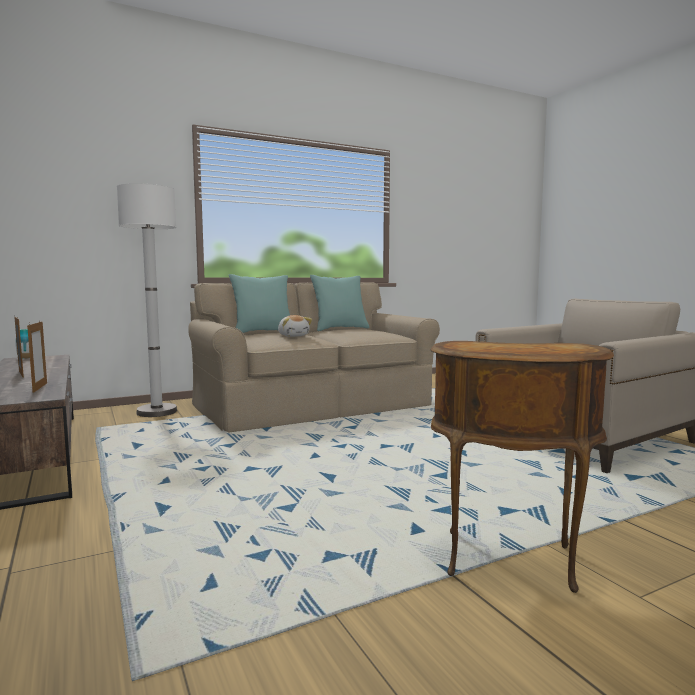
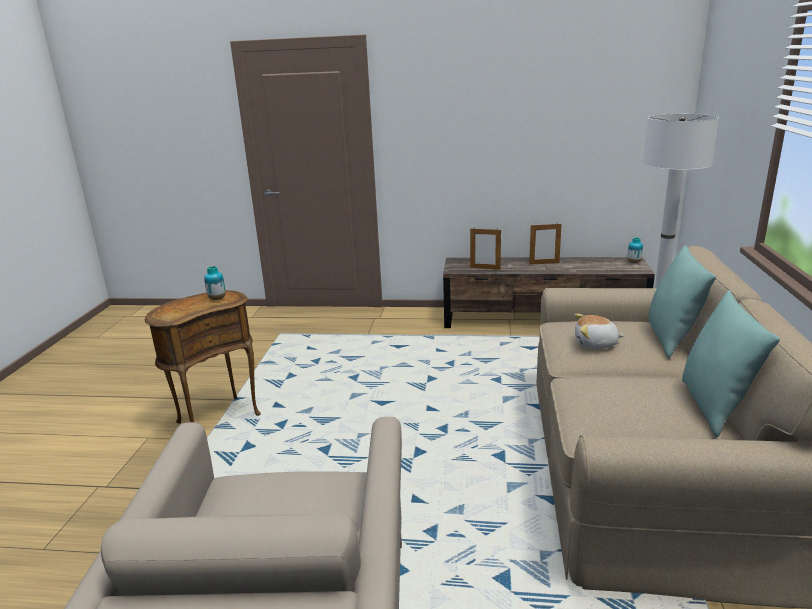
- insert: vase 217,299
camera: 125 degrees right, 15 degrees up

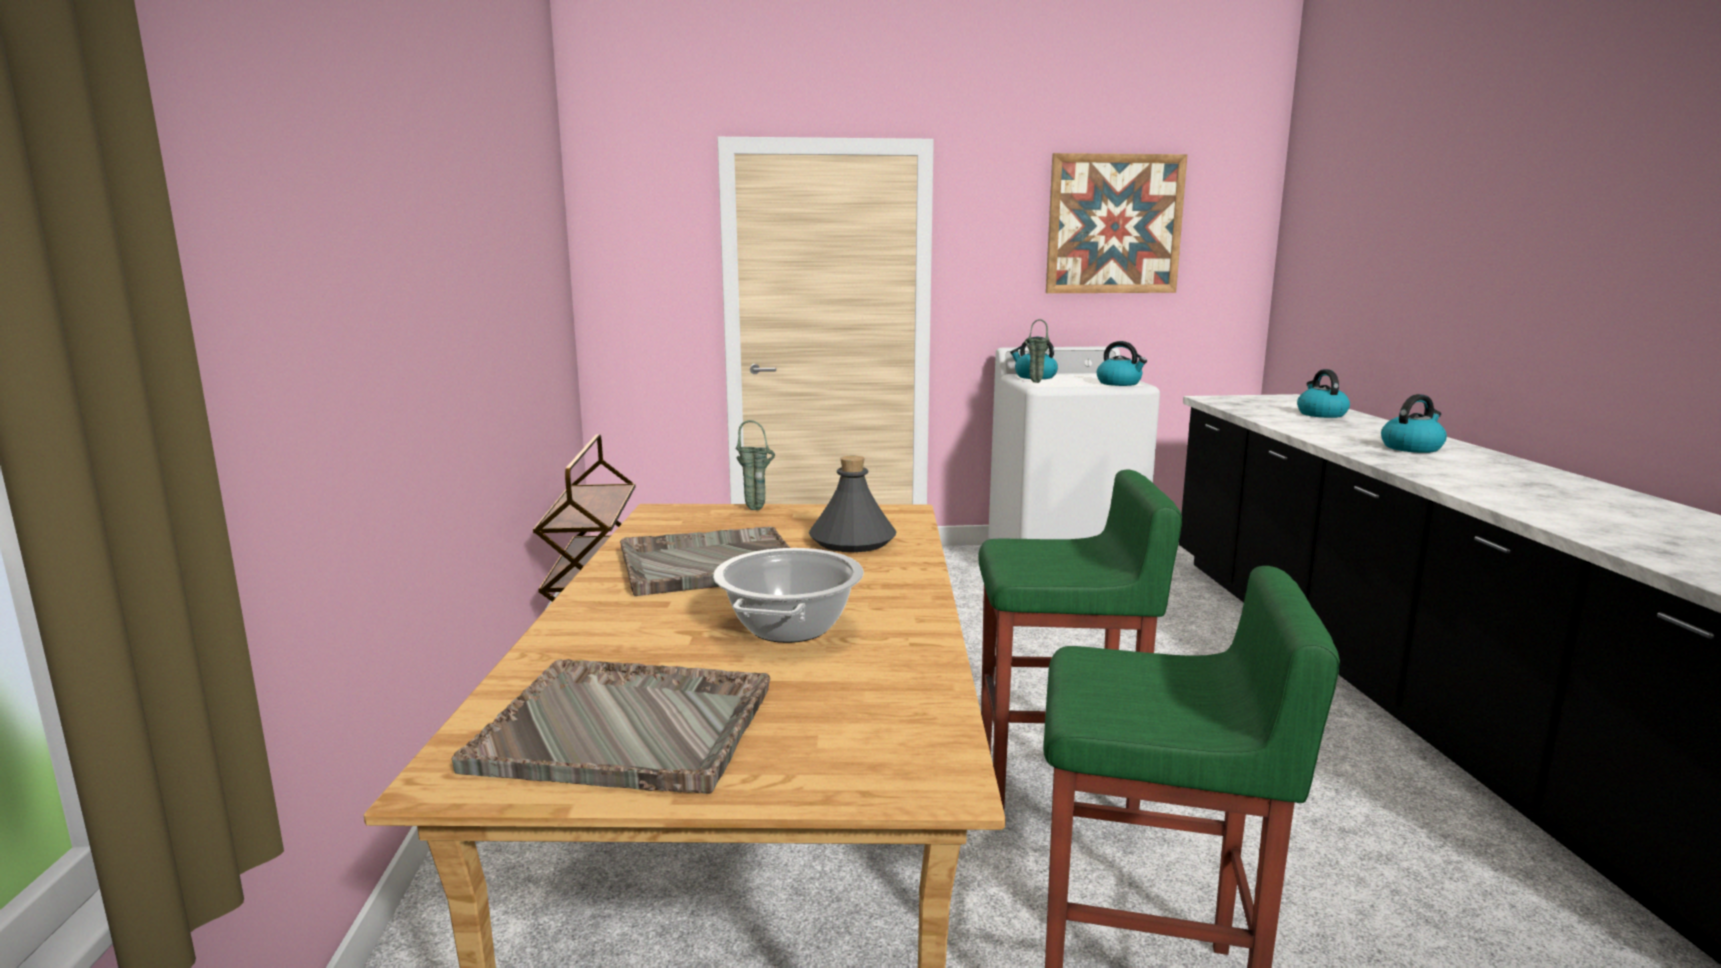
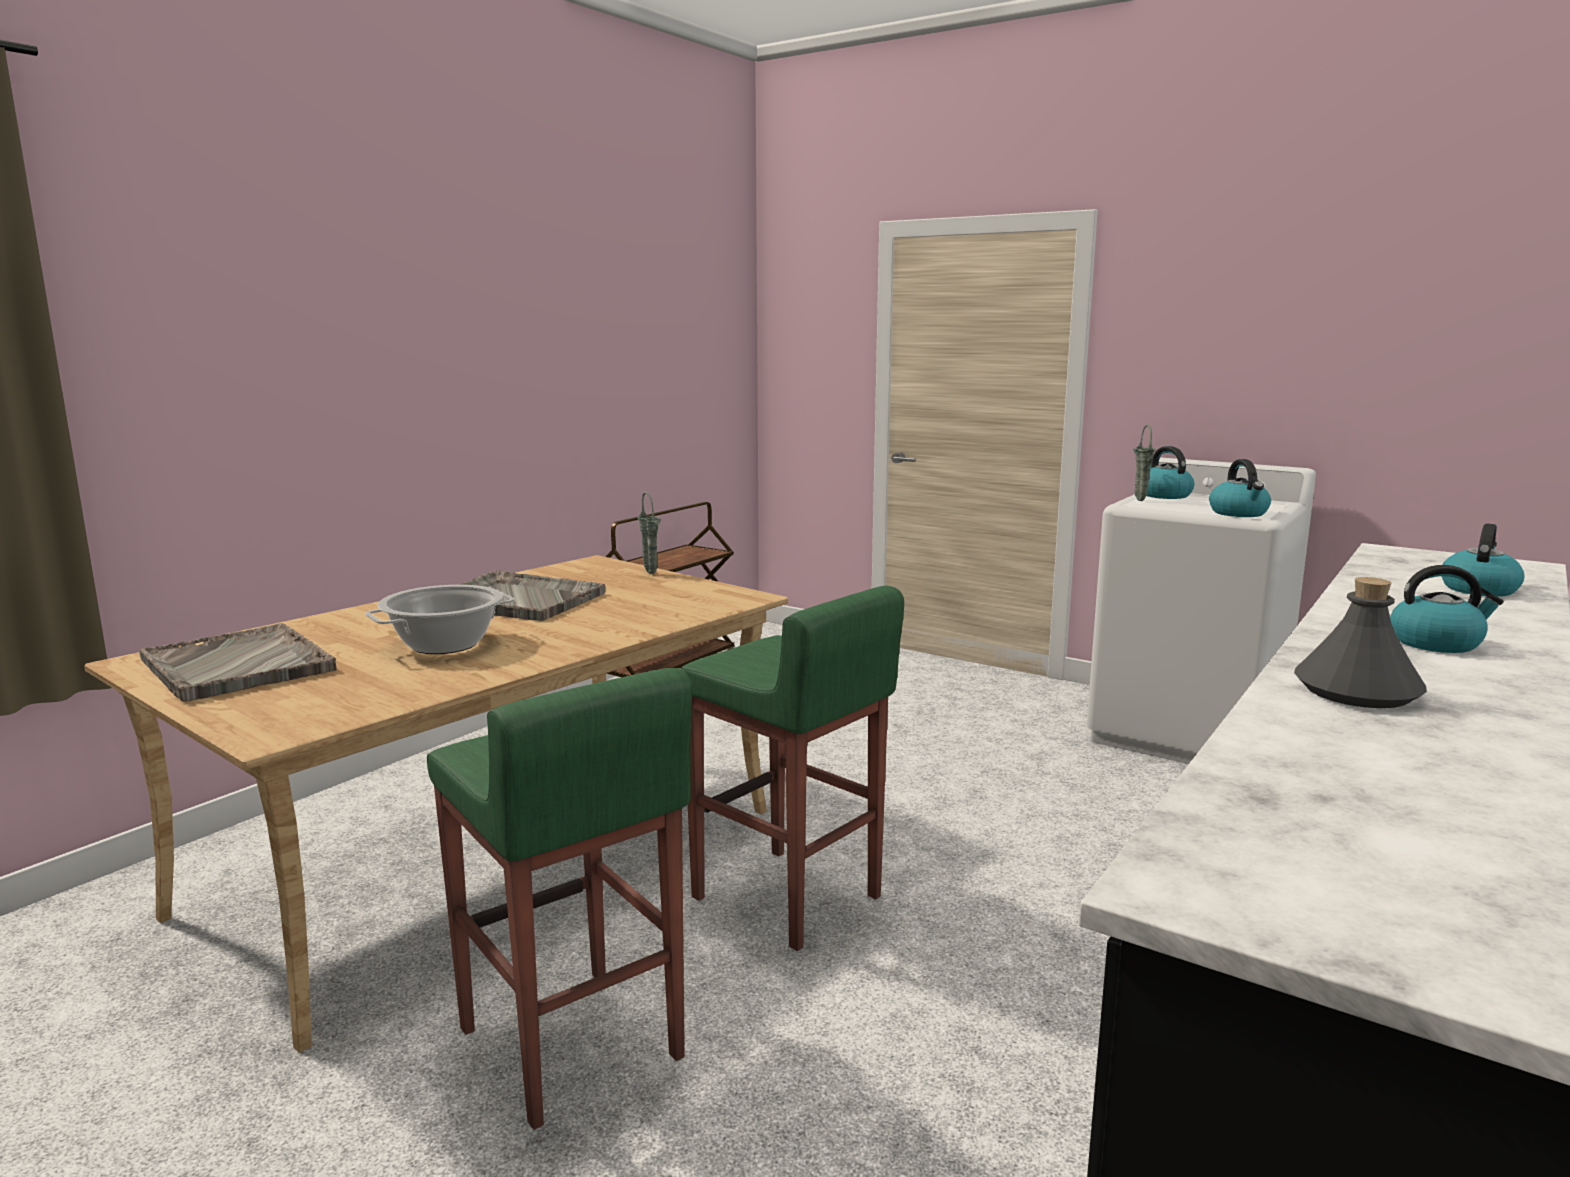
- delete: picture 1114,224
- move: bottle in grey 852,541 to 1357,692
camera: 40 degrees right, 0 degrees up

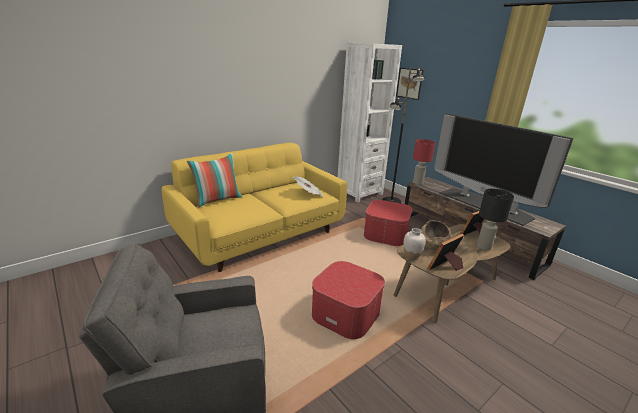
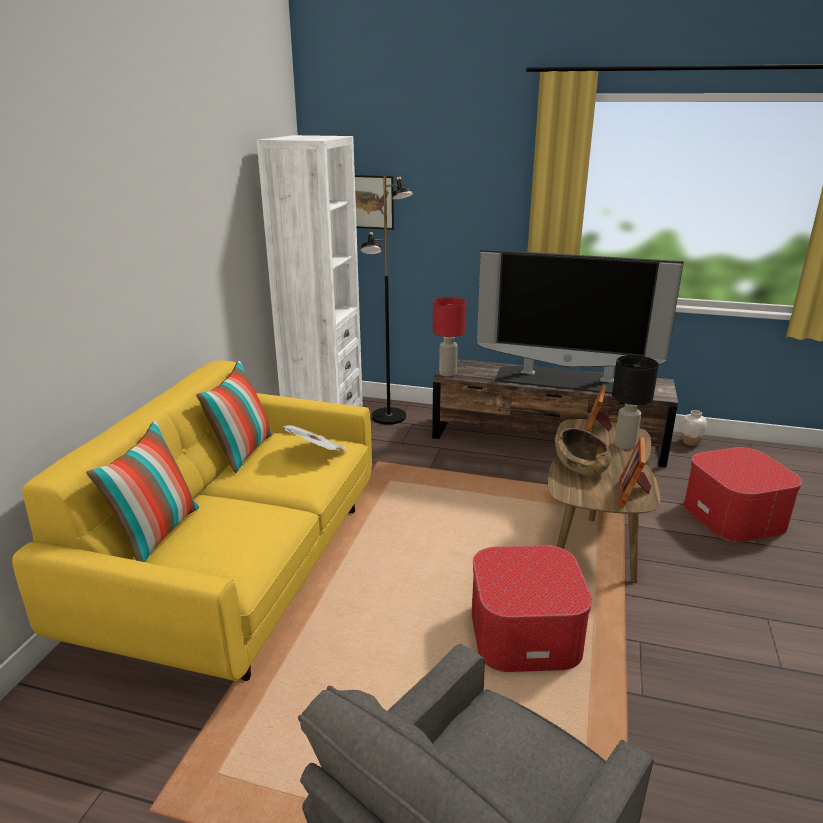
- insert: pillow 242,452
- move: ottoman 386,234 to 734,515
- move: vase in white 411,256 to 690,442
camera: 35 degrees left, 0 degrees up

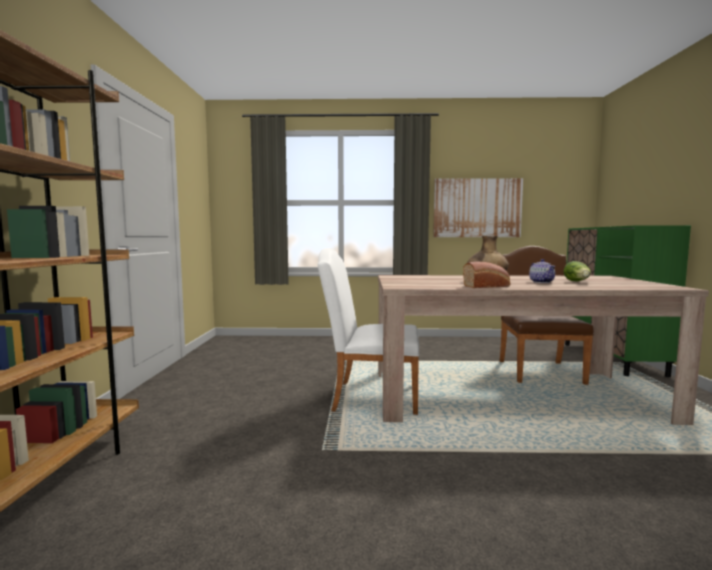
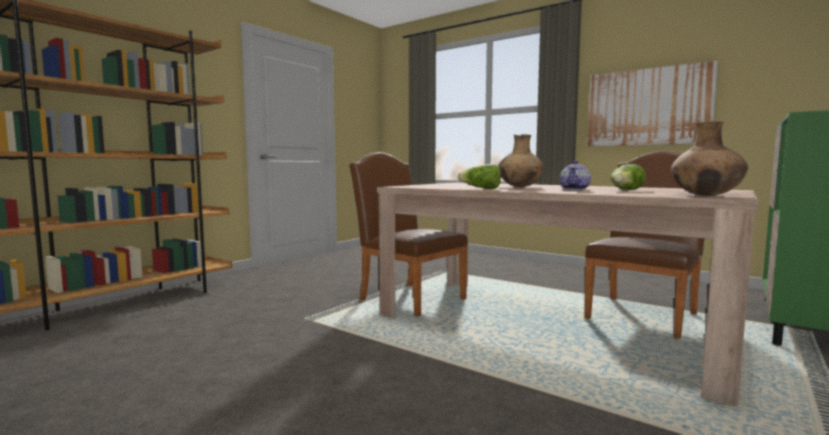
- insert: vase in brown 706,195
- replace: bread 487,286 to lettuce 481,188
- recolor: chair in white 369,397 to chair in brown 407,298
camera: 35 degrees right, 0 degrees up

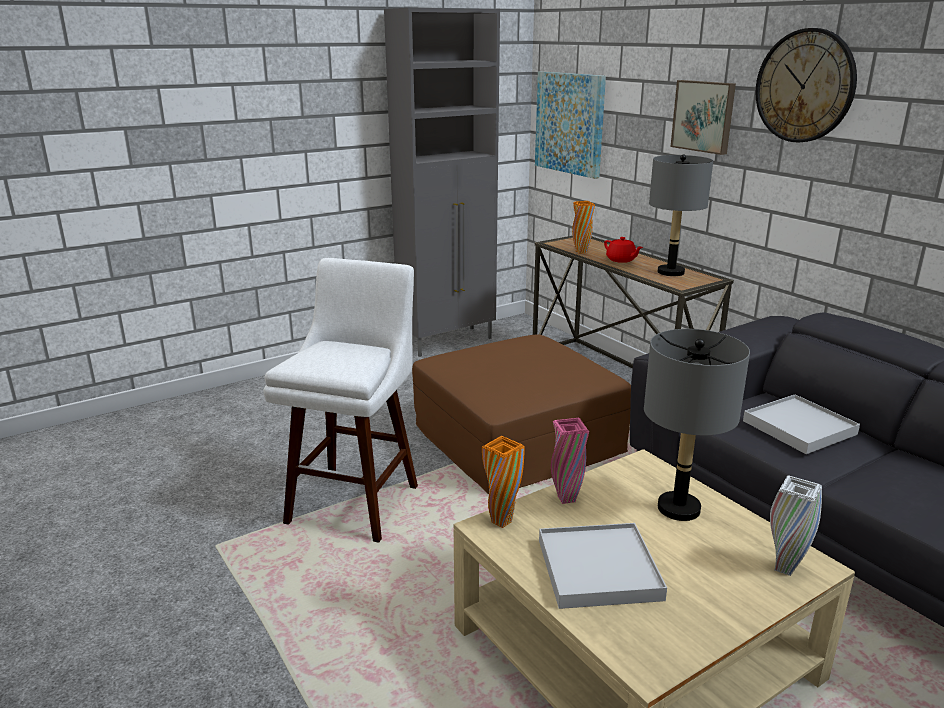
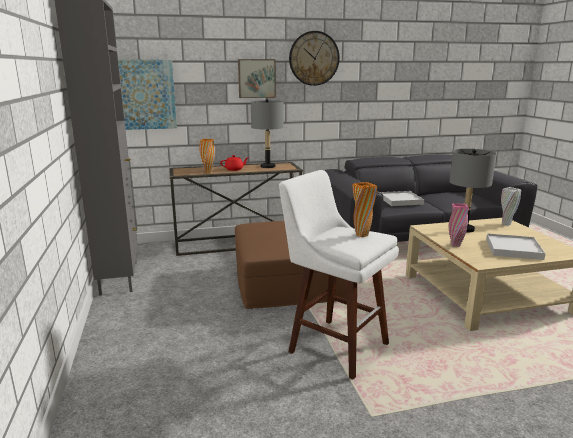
- move: vase in orange 501,522 to 362,235
camera: 70 degrees left, 5 degrees down

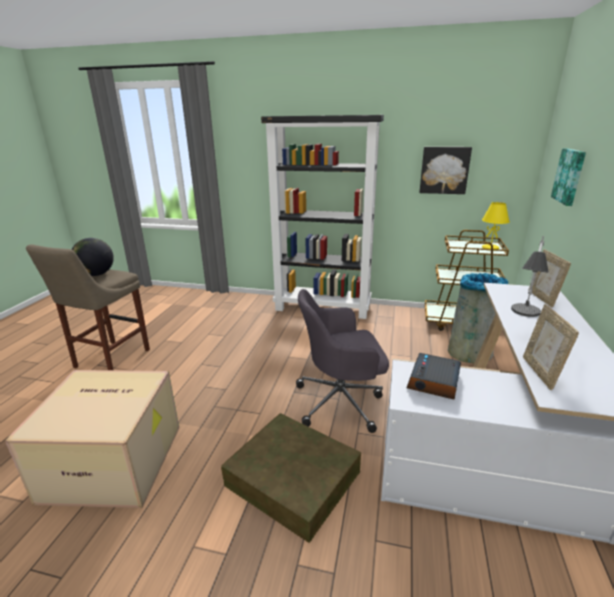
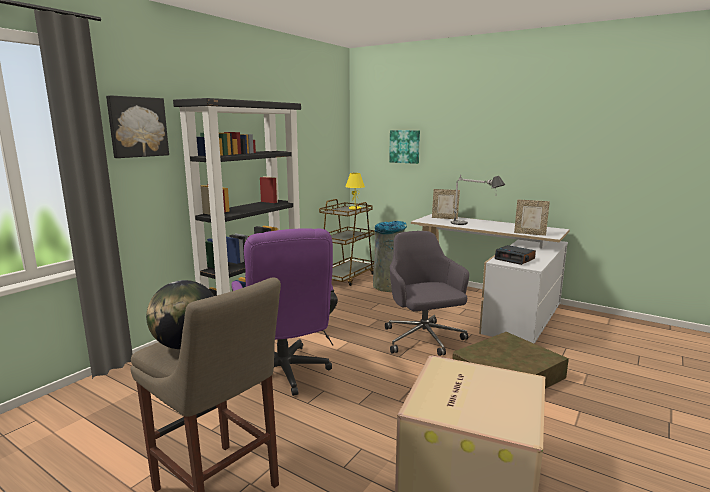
- insert: office chair in purple 285,375
- move: picture 444,170 to 137,127
- rotate: office chair in grey 341,401 = 423,339 150 degrees clockwise
camera: 70 degrees left, 10 degrees down

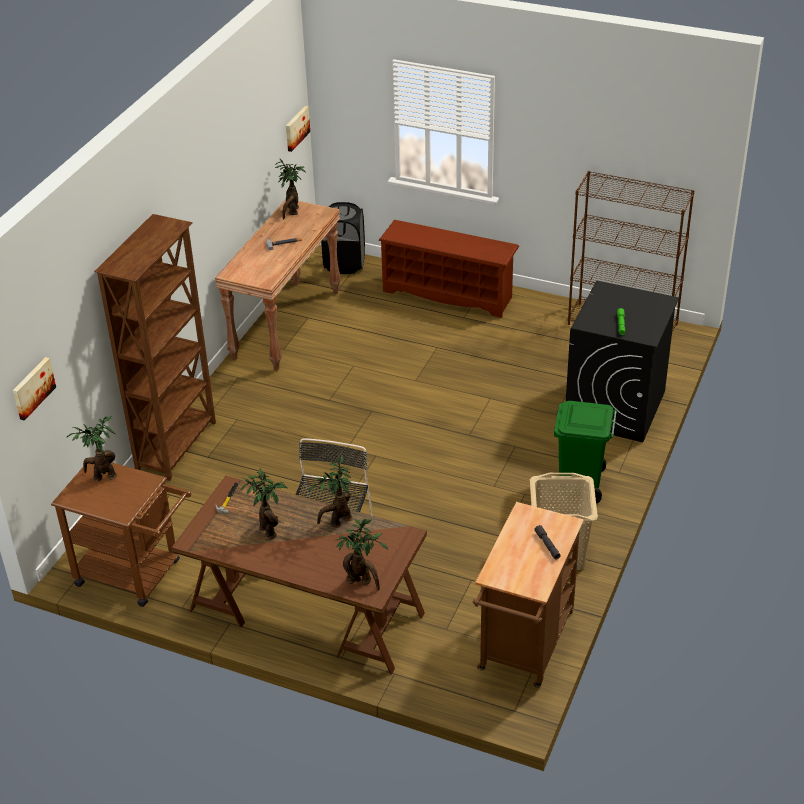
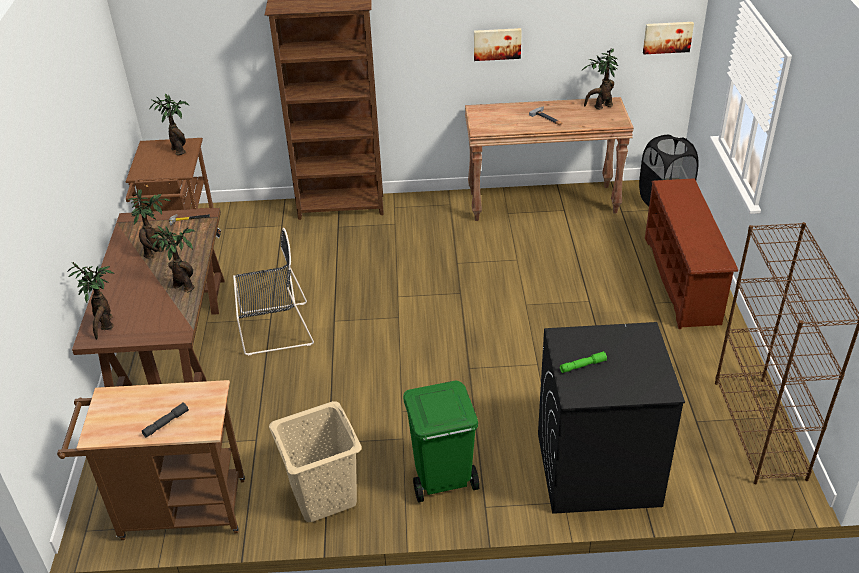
- move: picture 32,388 to 497,43
camera: 65 degrees right, 0 degrees up

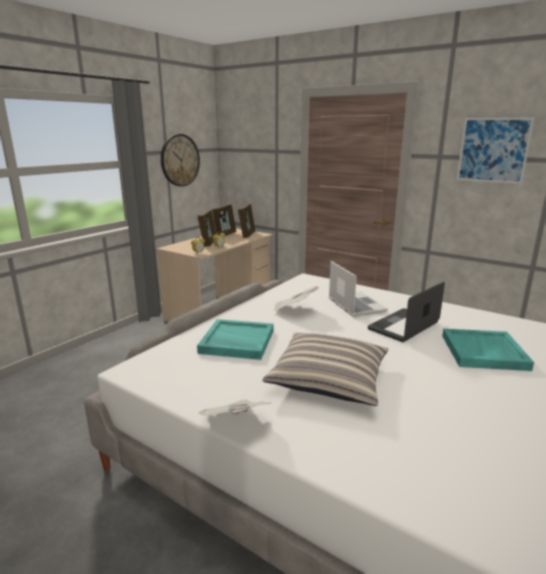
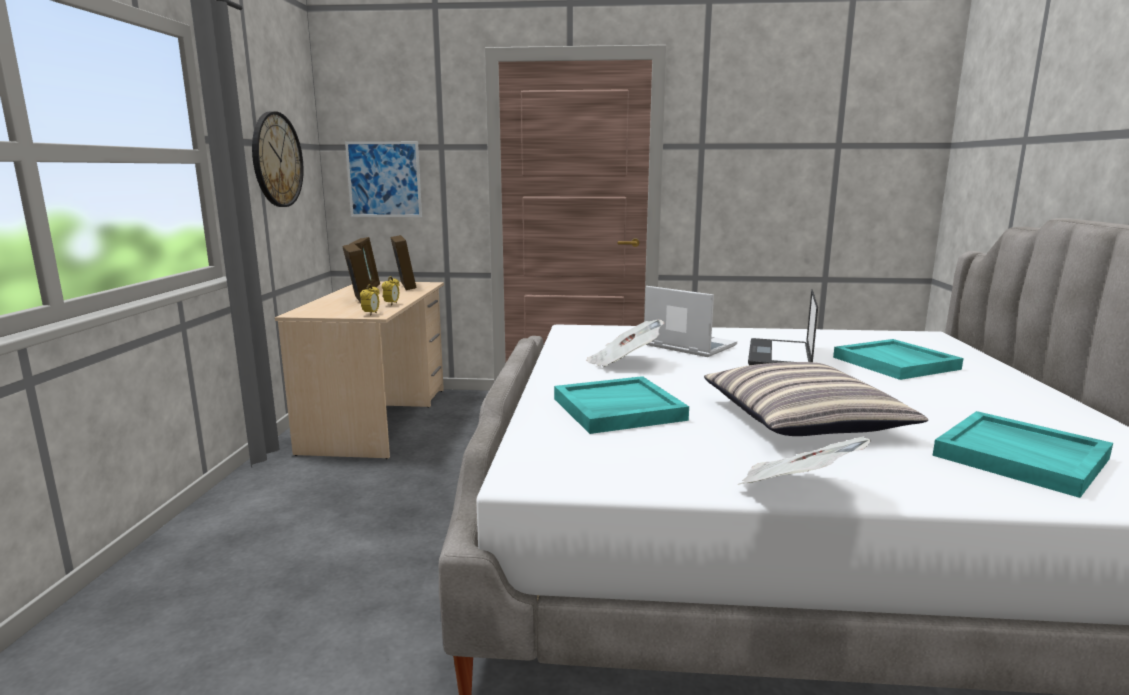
- insert: tray in turquoise 1022,457
- move: picture 493,150 to 384,179
camera: 30 degrees left, 5 degrees down

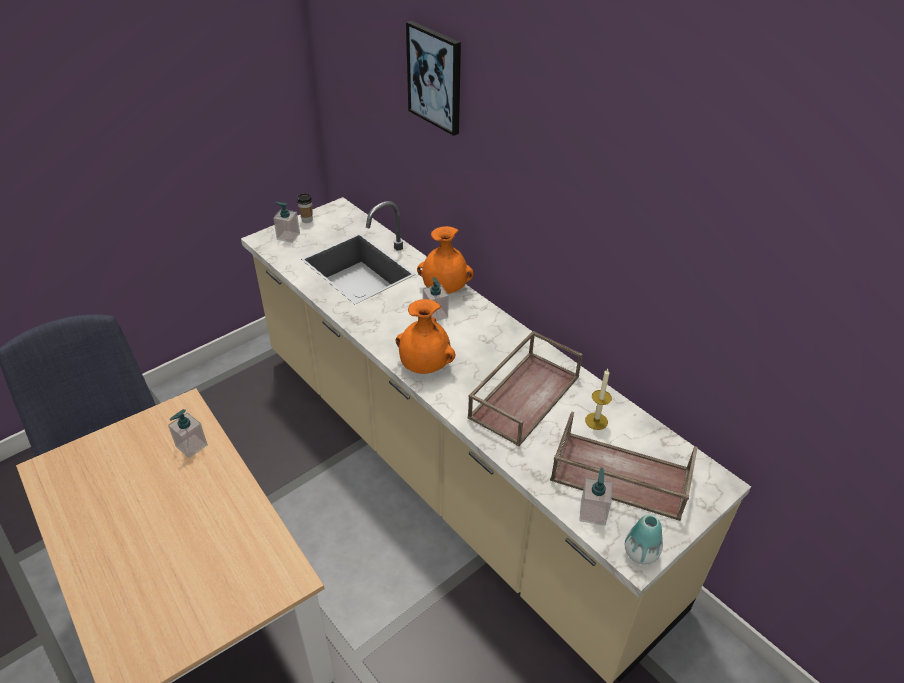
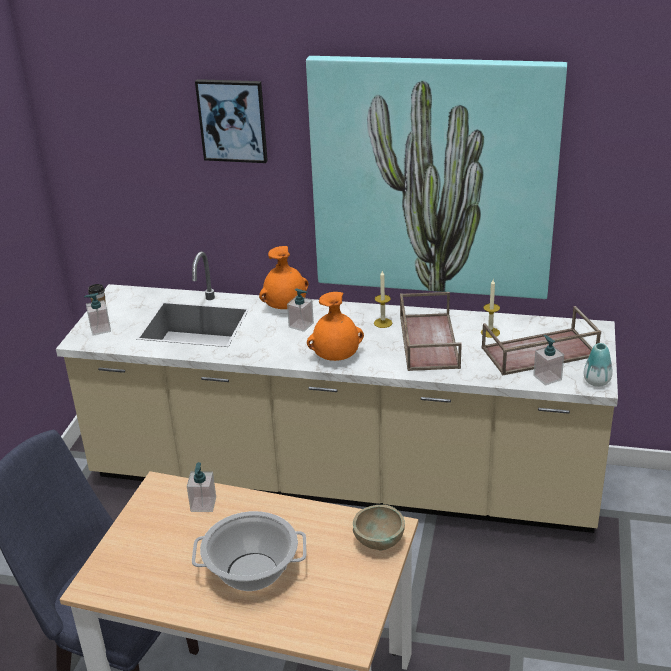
- insert: cooking pot 251,572
- insert: picture 433,178
- insert: bowl in beige 378,543
- insert: candle 383,323
camera: 35 degrees left, 10 degrees down

